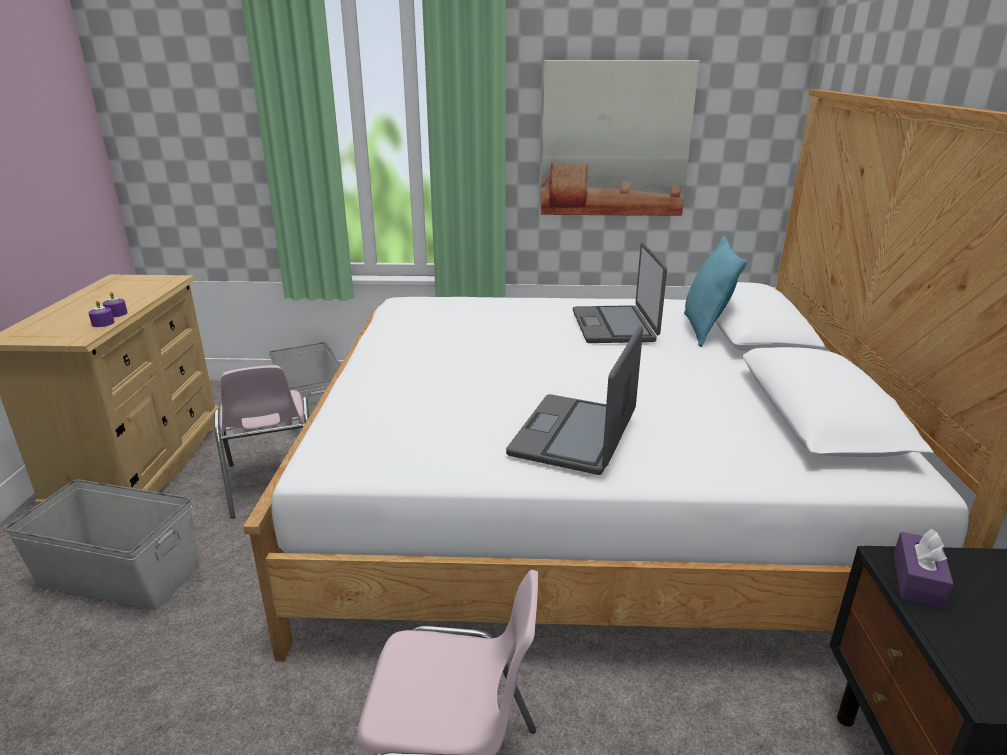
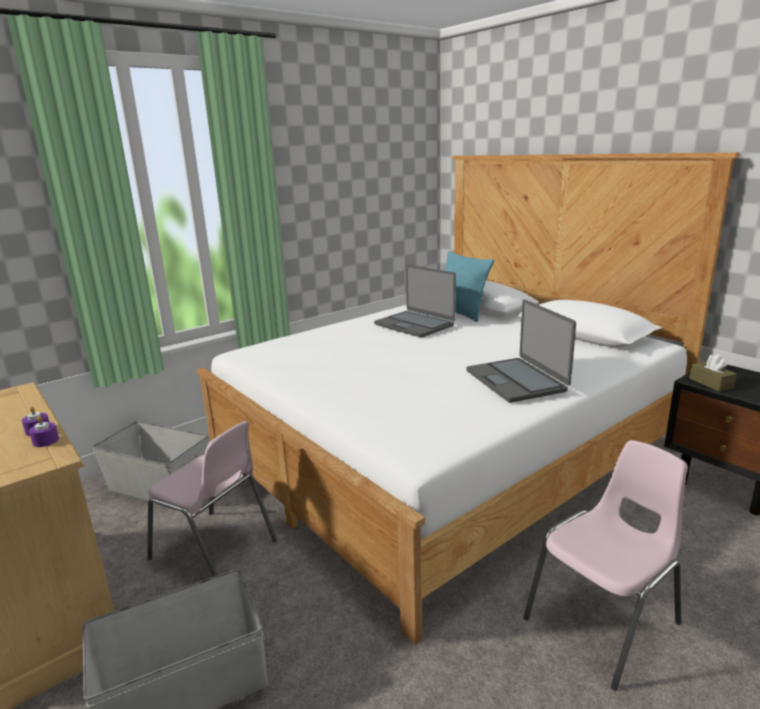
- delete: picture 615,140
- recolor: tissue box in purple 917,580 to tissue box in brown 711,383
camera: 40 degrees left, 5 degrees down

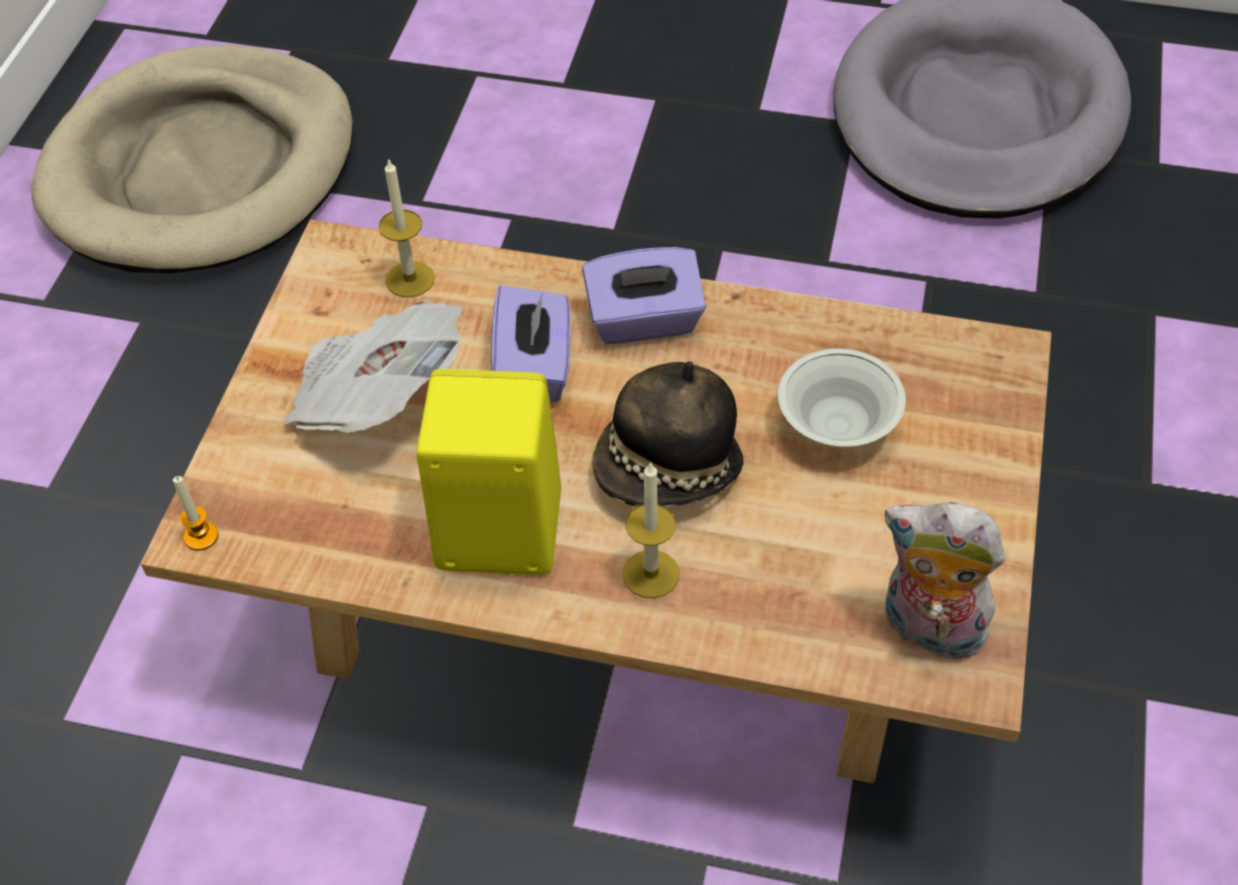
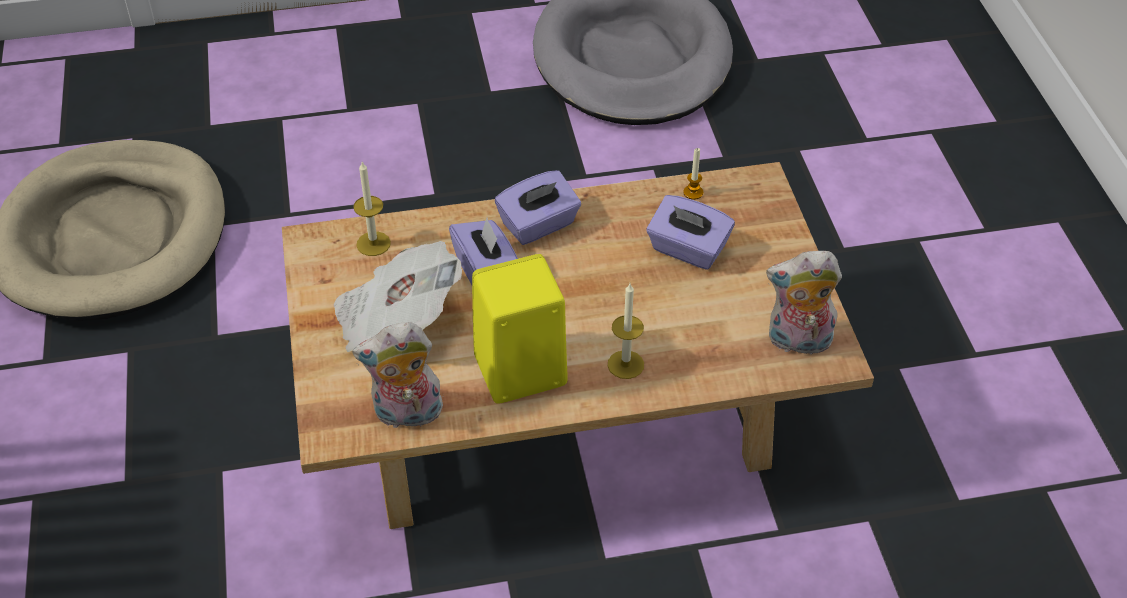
- delete: hat 668,470
- insert: plush toy 407,415
- move: candle 201,536 to 693,192
- replace: bowl in white 837,426 to tissue box in purple 687,250
camera: 25 degrees left, 5 degrees down

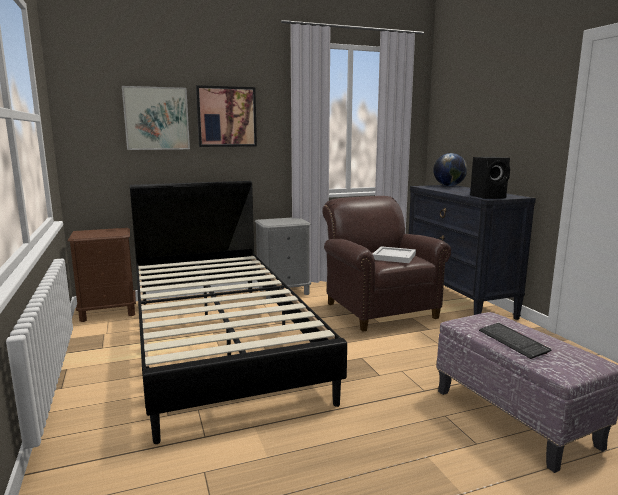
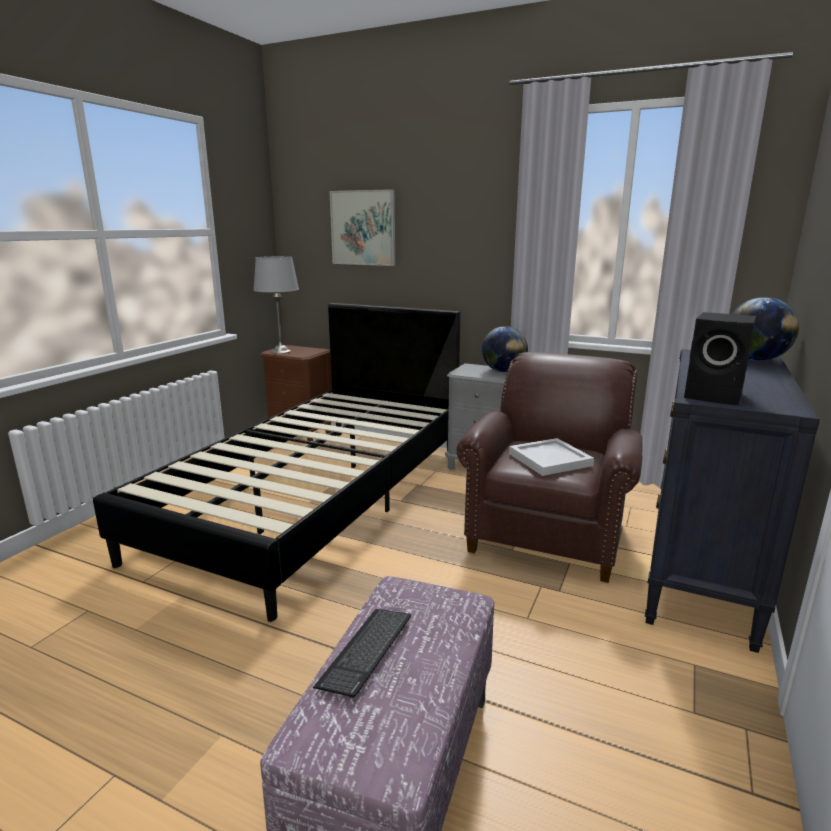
- delete: picture 226,117
- insert: table lamp in grey 280,351
- insert: globe 503,371
camera: 45 degrees right, 5 degrees up

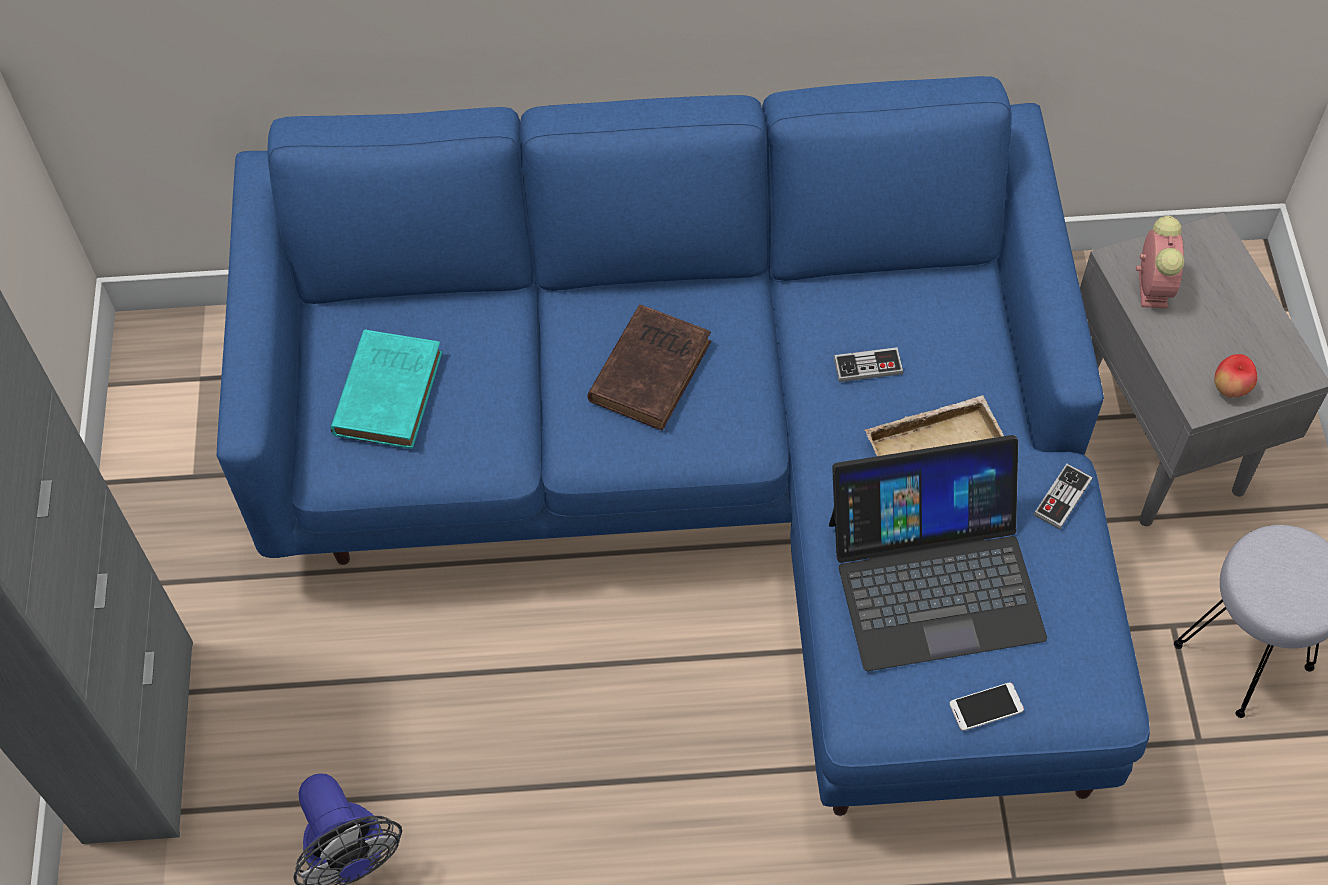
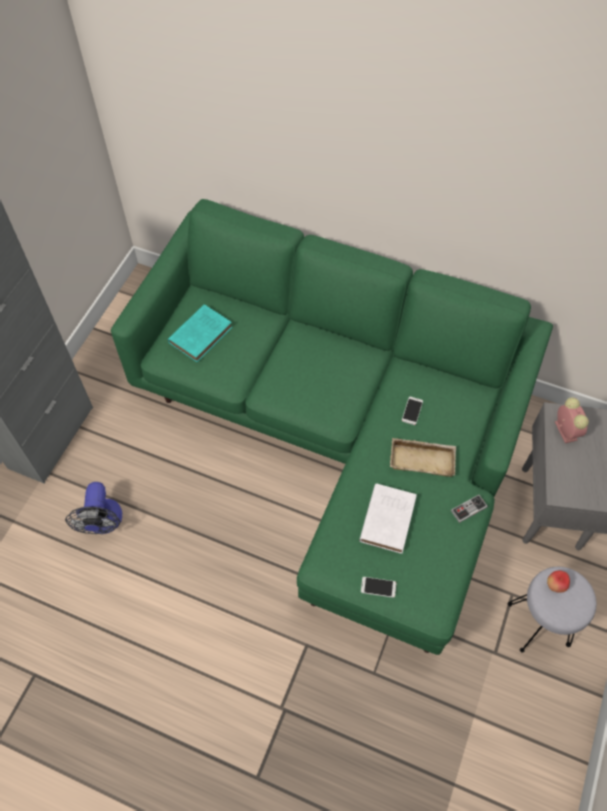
- delete: book in brown 651,369
- move: apple 1230,389 to 555,585
- replace: laptop 934,577 to book in white 388,518
- replace: game controller 868,366 to phone 412,411
- recolor: sofa in blue 716,480 to sofa in green 340,436
- rotate: alarm clock 1151,285 = 565,430 45 degrees counterclockwise
camera: 25 degrees right, 0 degrees up

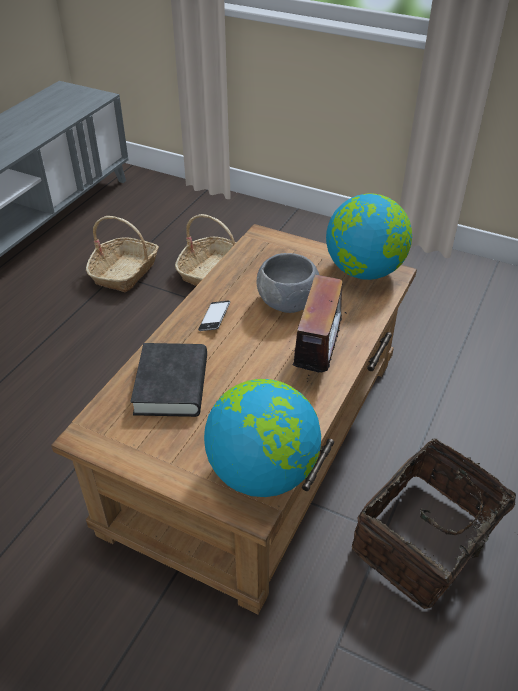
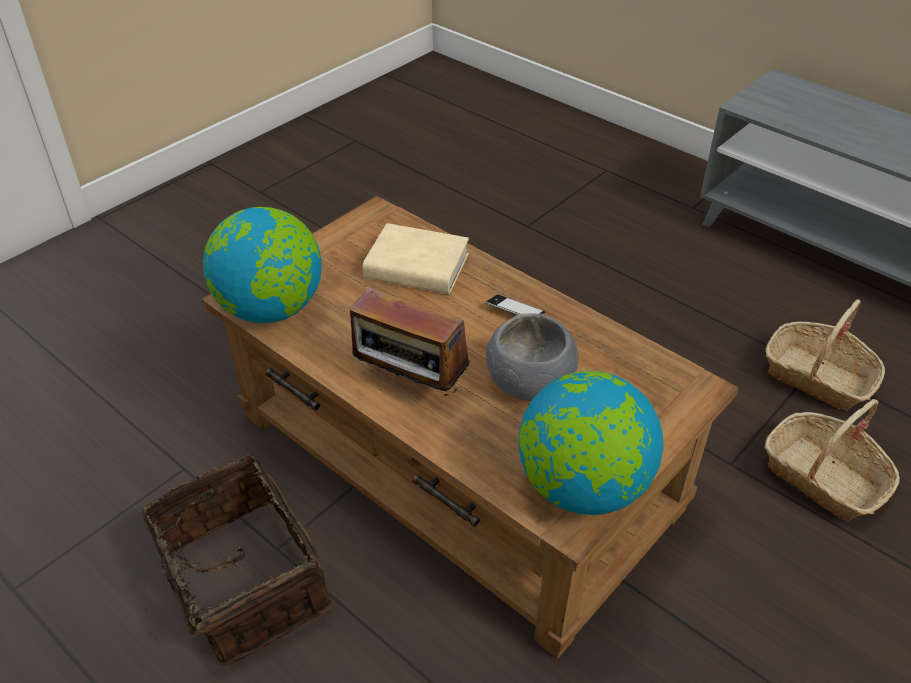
- recolor: book in black 171,385 to book in beige 417,267
camera: 105 degrees right, 0 degrees up

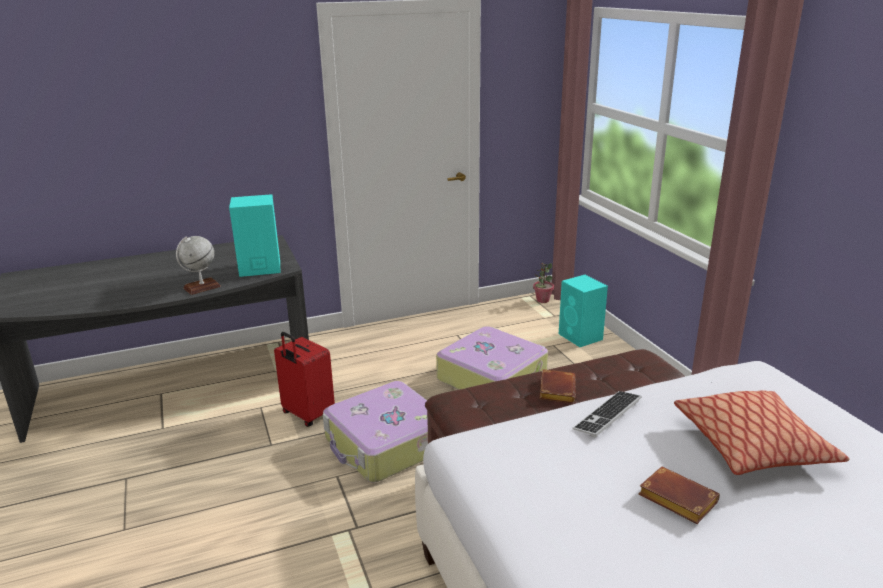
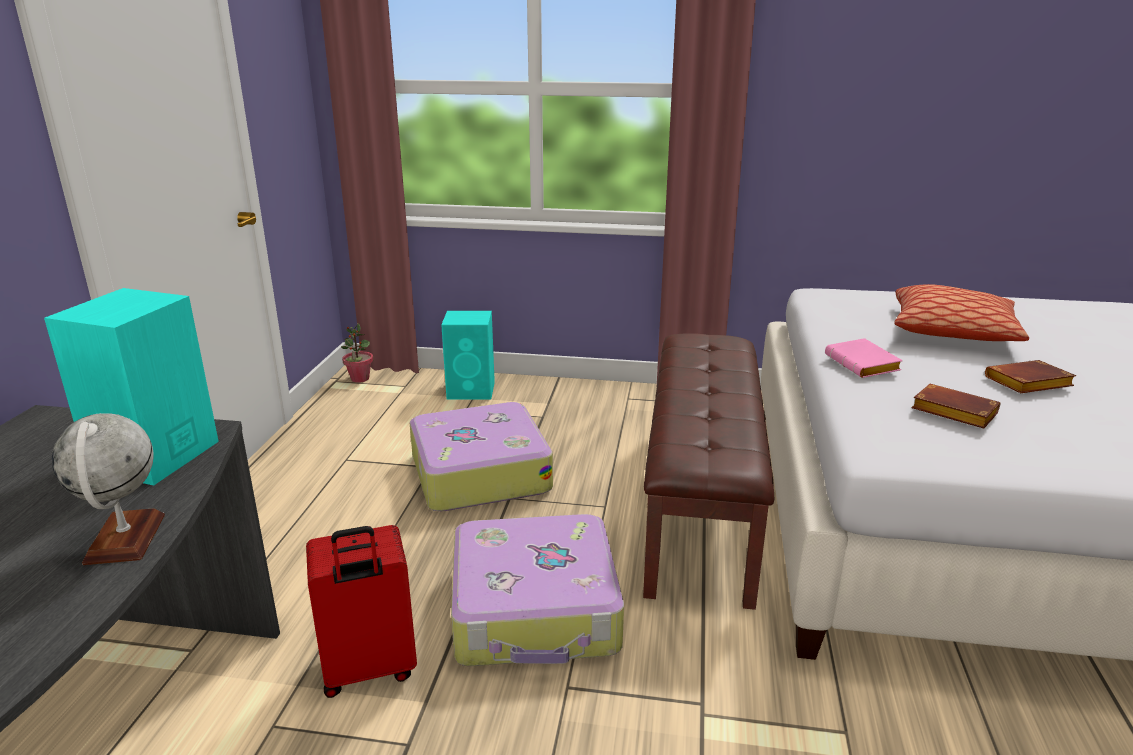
- move: book in brown 555,389 to 951,412
- replace: keyboard 607,415 to book in pink 864,365
camera: 60 degrees left, 0 degrees up

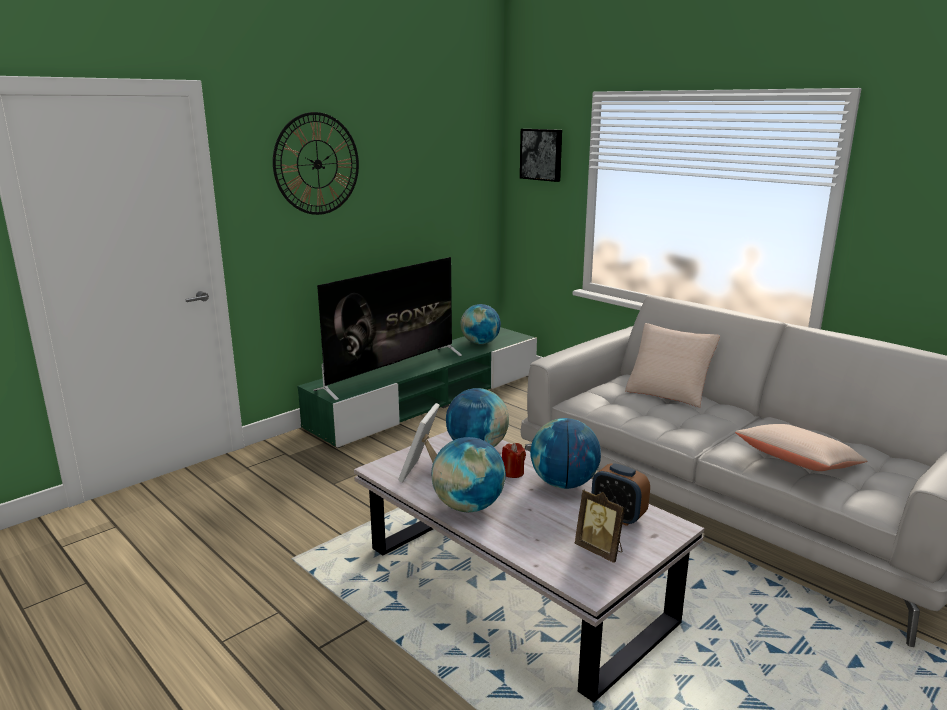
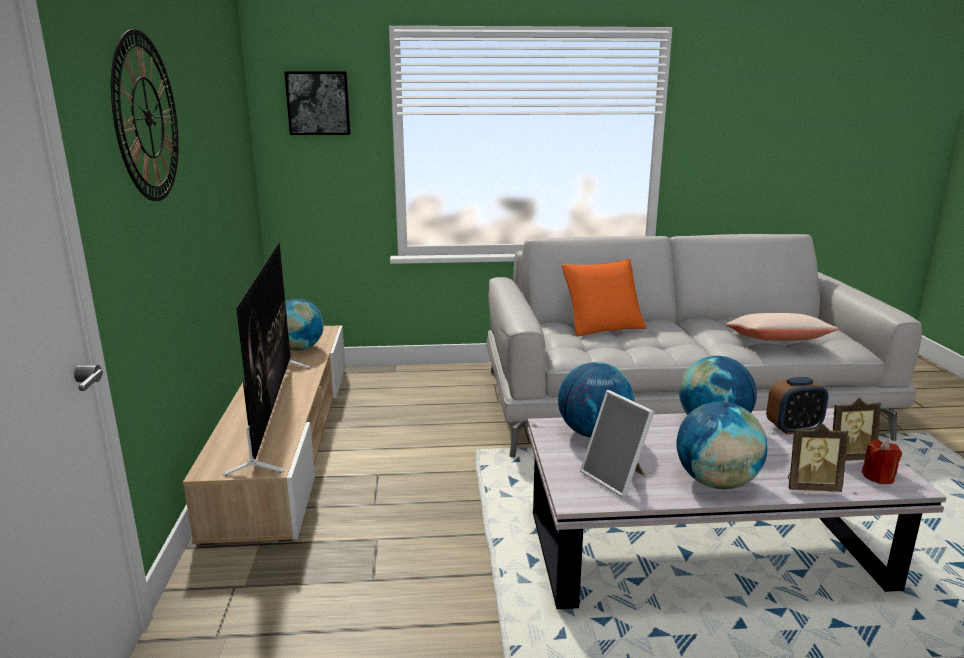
- insert: picture frame 810,486
- move: candle in red 512,472 to 878,477
- recolor: tv stand in green 429,399 to tv stand in beige 287,437
- recolor: pillow in beige 668,392 to pillow in orange 602,325
camera: 50 degrees left, 0 degrees up

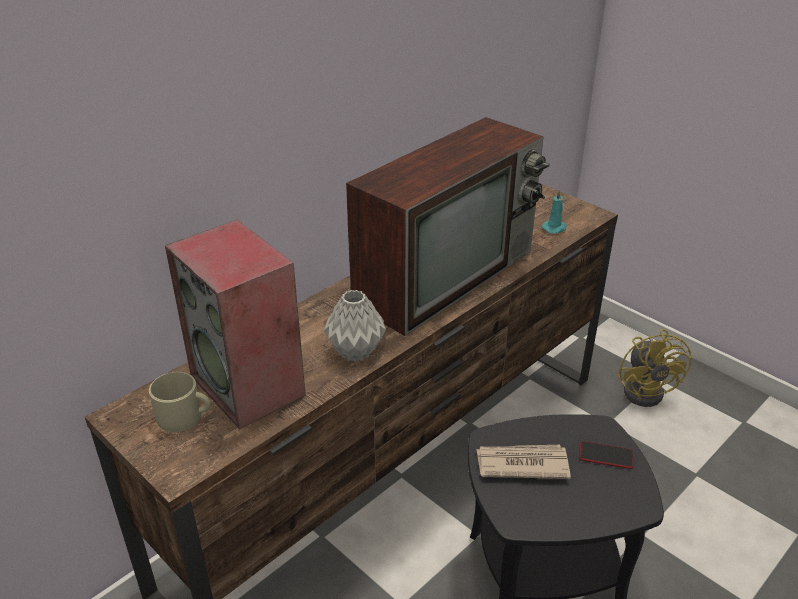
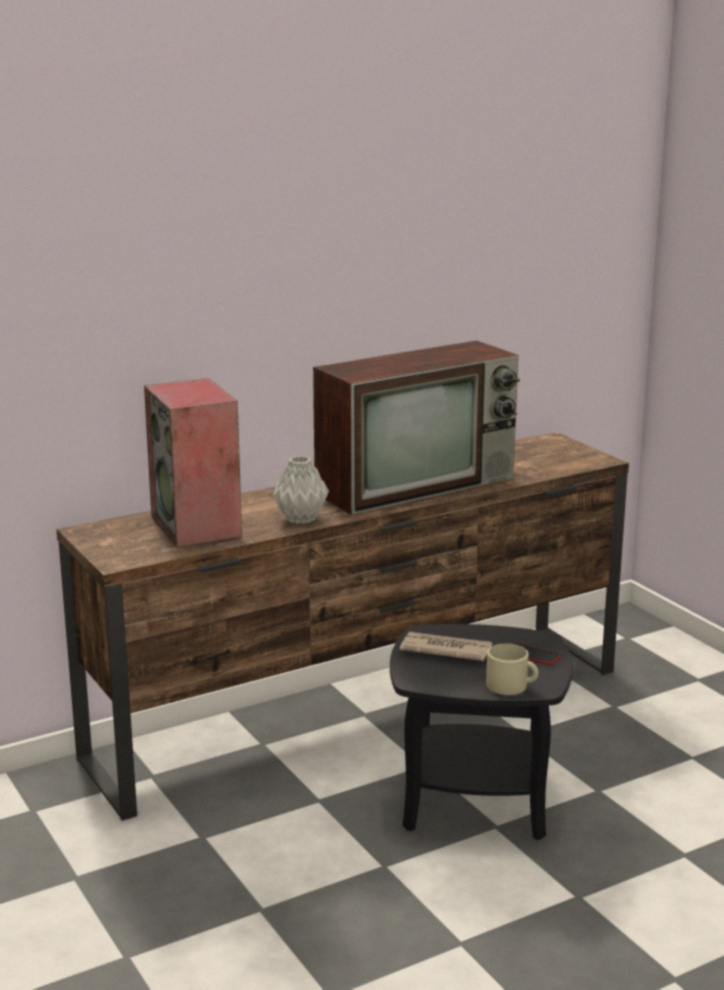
- delete: candle in turquoise 555,228
- delete: fan in yellow 647,390
- move: mug in beige 185,416 to 512,686
camera: 15 degrees right, 15 degrees down

